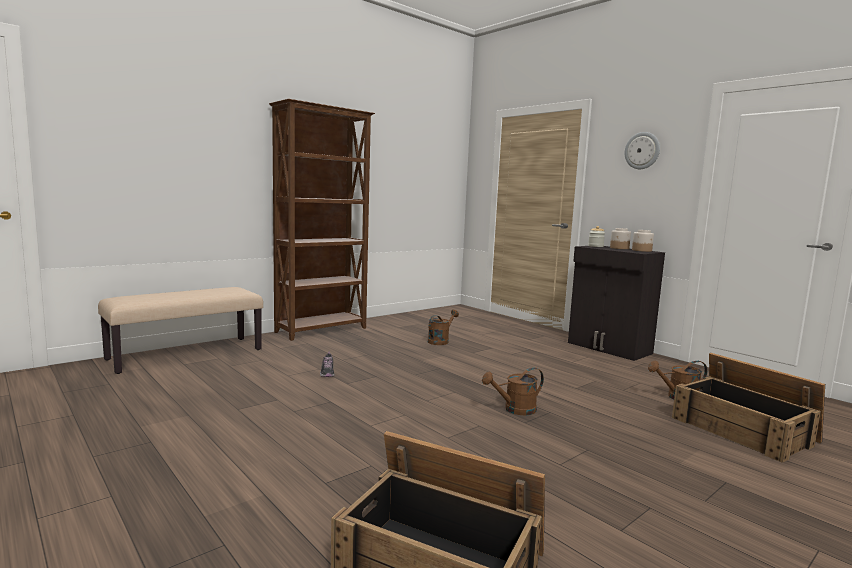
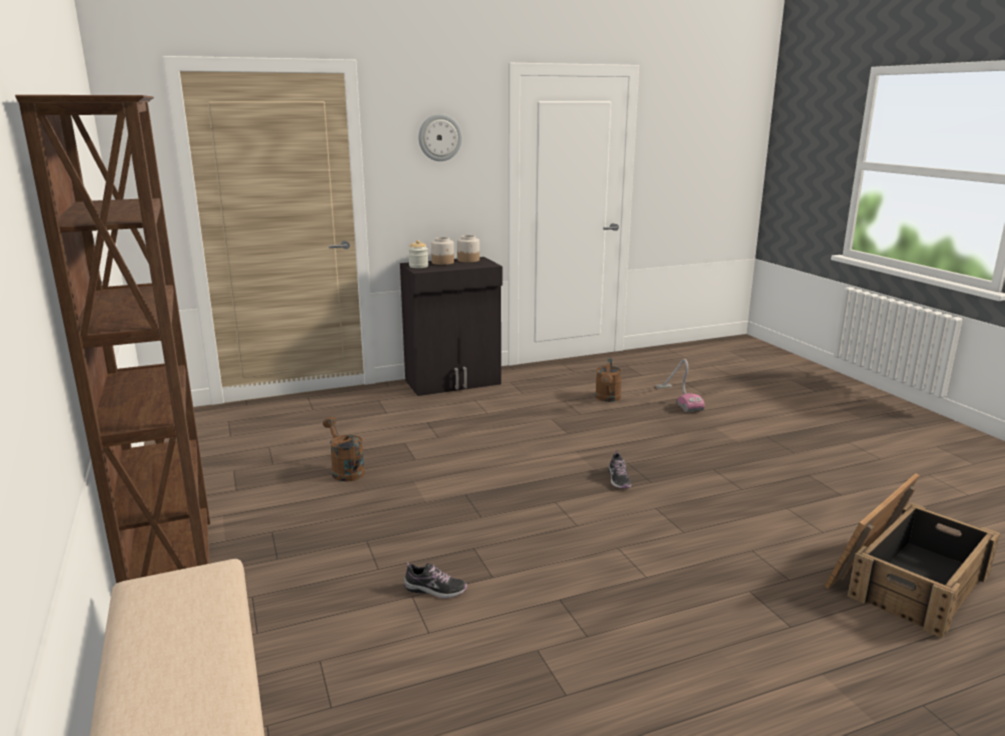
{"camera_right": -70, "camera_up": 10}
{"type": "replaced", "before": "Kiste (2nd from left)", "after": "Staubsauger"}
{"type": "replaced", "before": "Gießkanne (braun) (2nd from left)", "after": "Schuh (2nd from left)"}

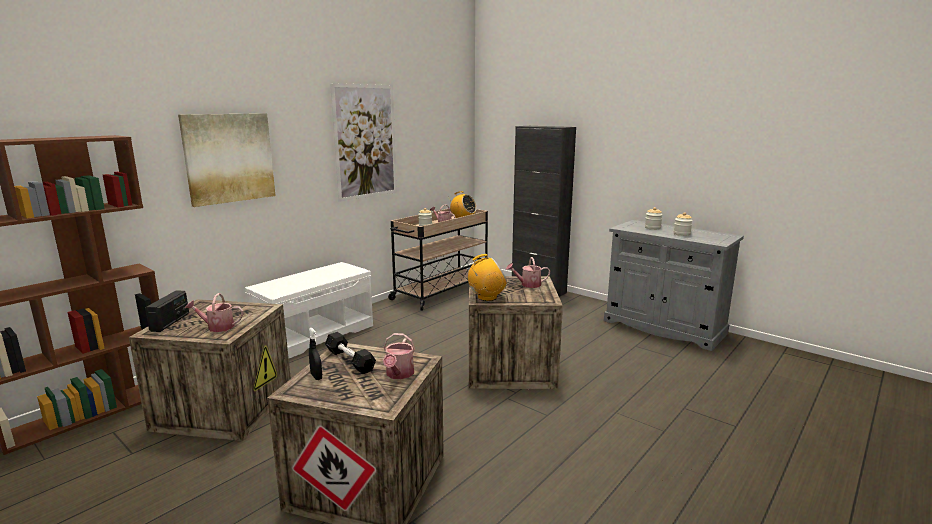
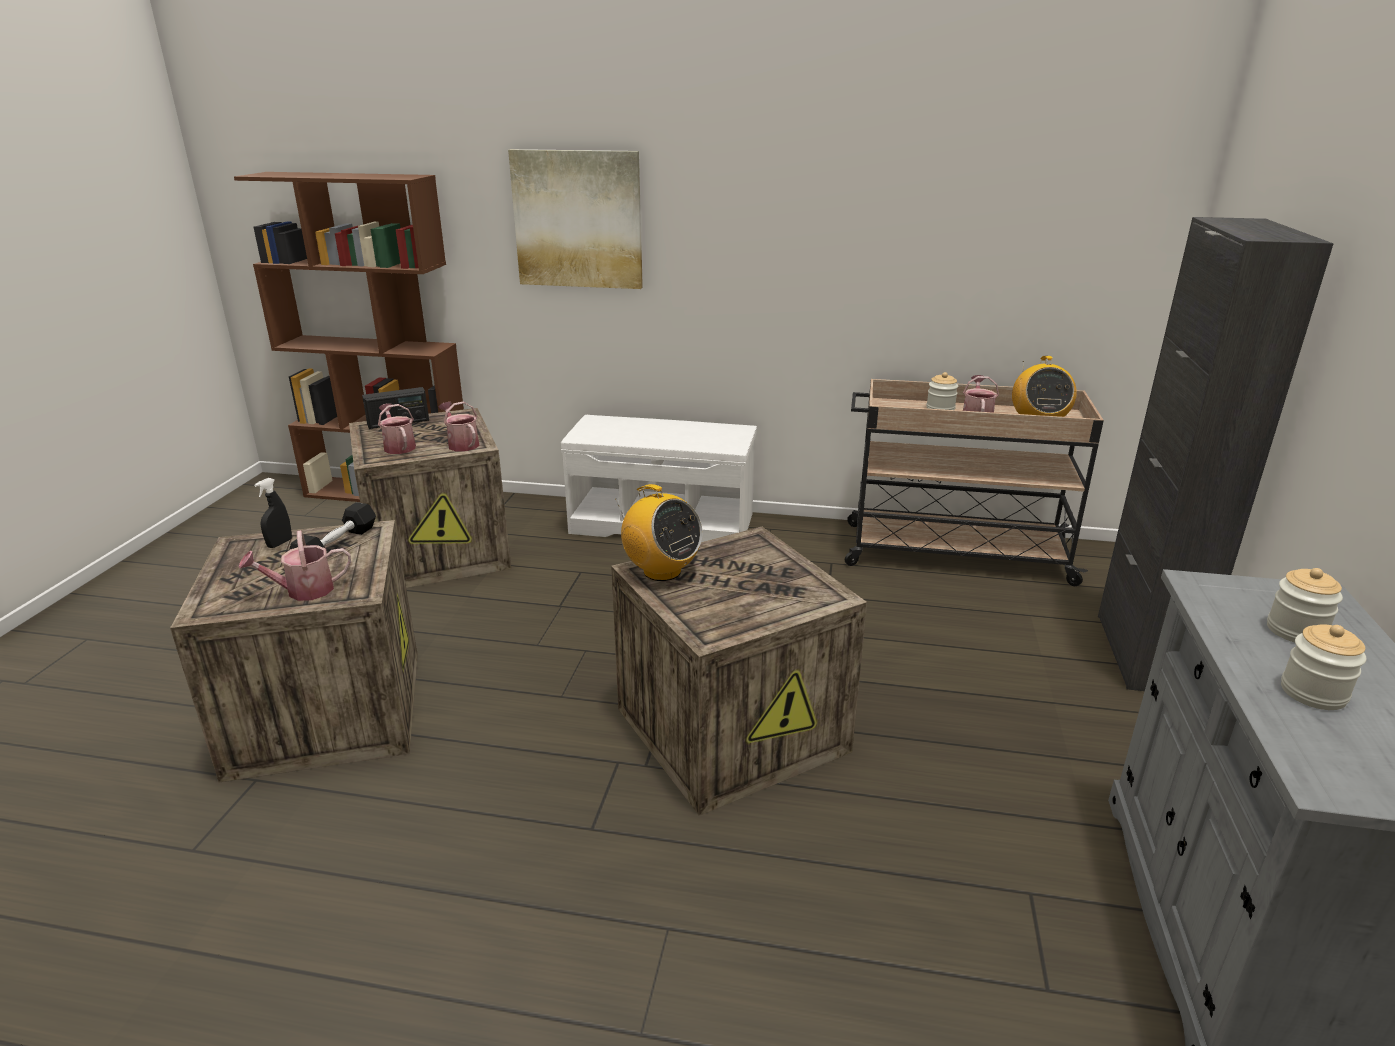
{"camera_right": 60, "camera_up": 10}
{"type": "removed", "before": "Bild (2nd from left)"}
{"type": "moved", "before": "Gießkanne (4th from left in the first image)", "after": "Gießkanne (3rd from left)"}

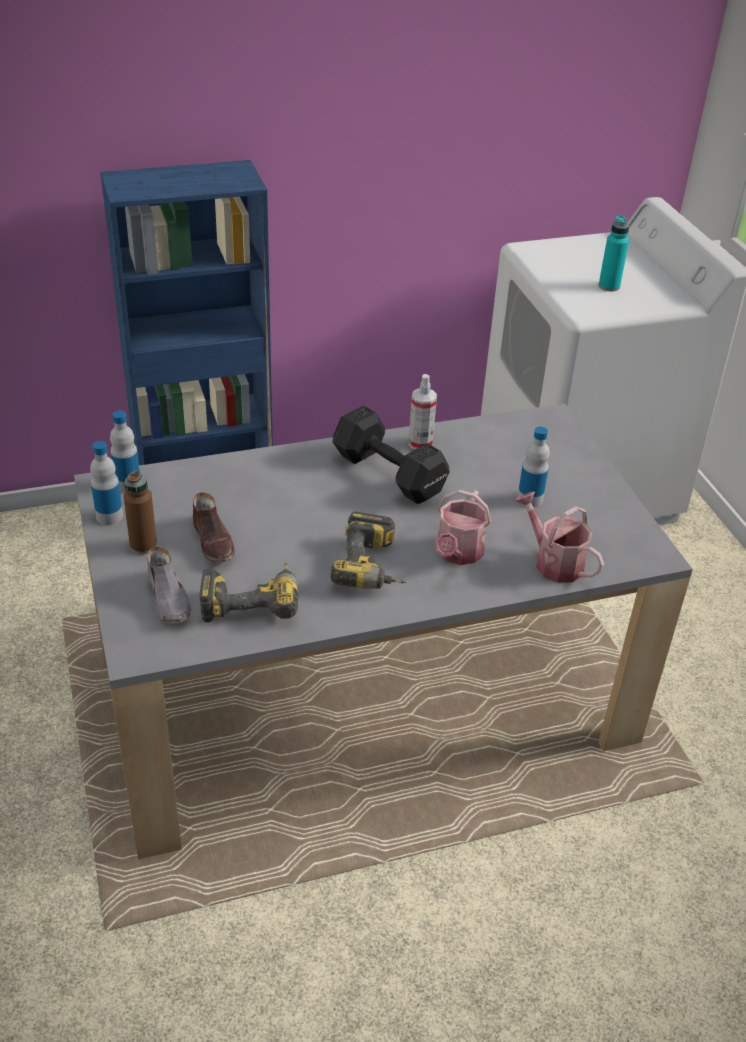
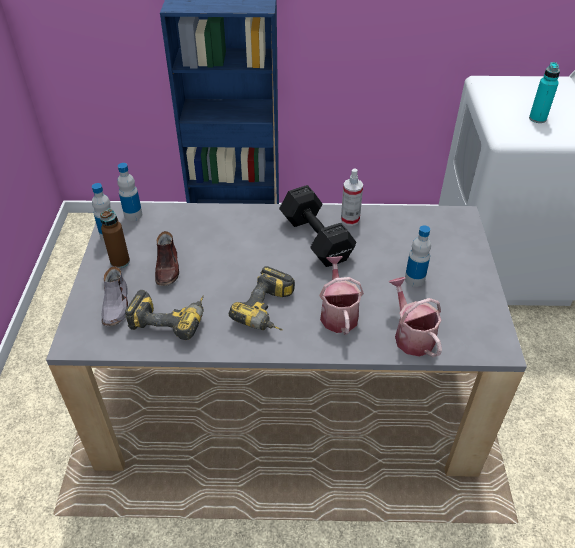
{"camera_right": 20, "camera_up": 5}
{"type": "turned", "before": "Gießkanne (1st from left)", "turn": 135}

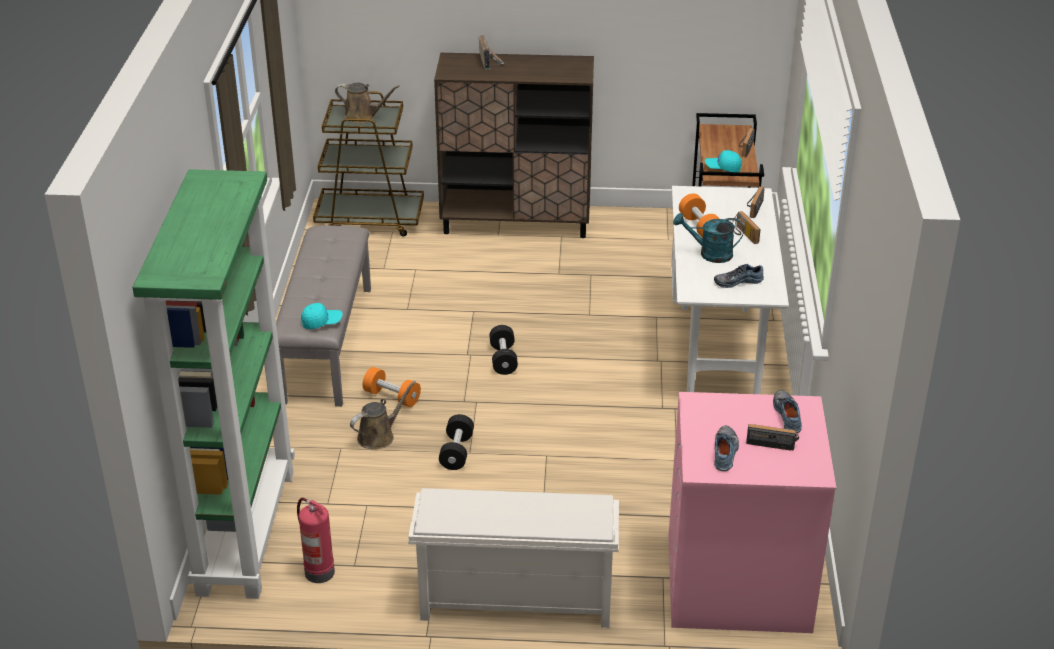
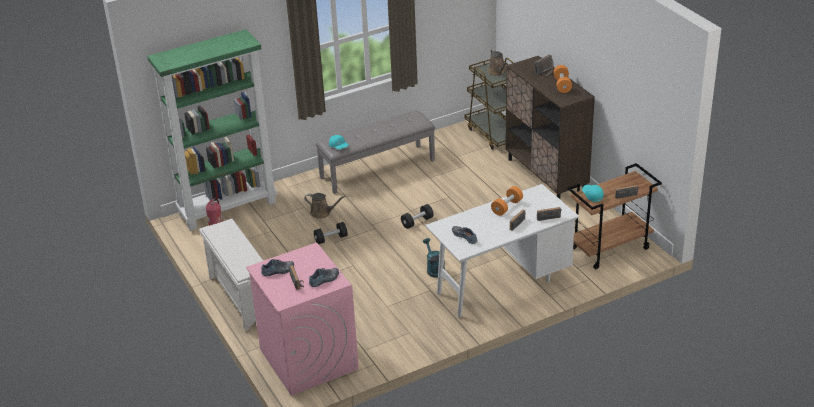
{"camera_right": 60, "camera_up": 0}
{"type": "moved", "before": "Gießkanne (türkis)"}
{"type": "moved", "before": "Hantel (orange) (1st from left in the first image)", "after": "Hantel (orange) (2nd from left)"}

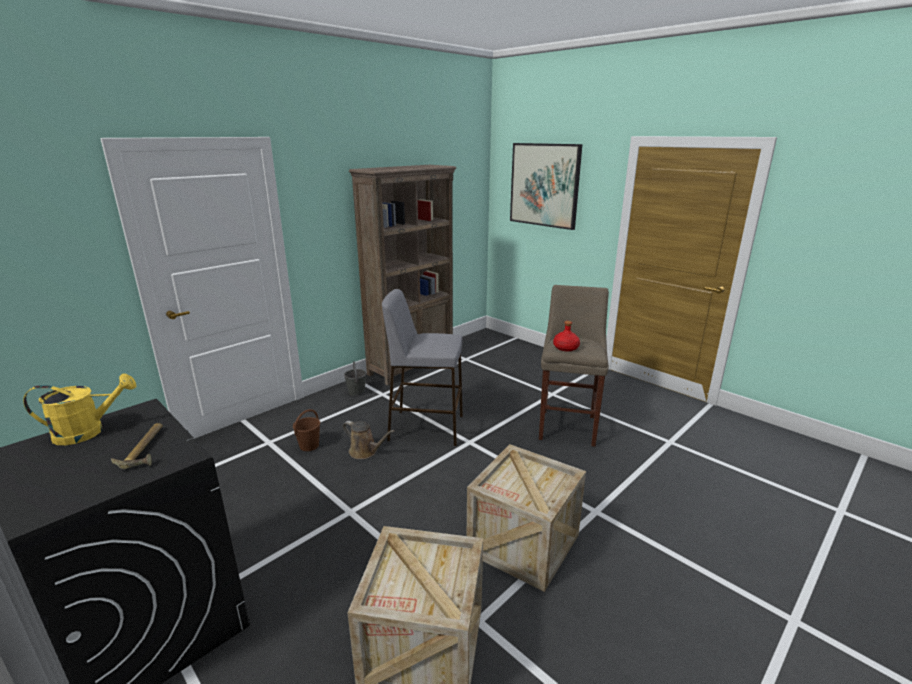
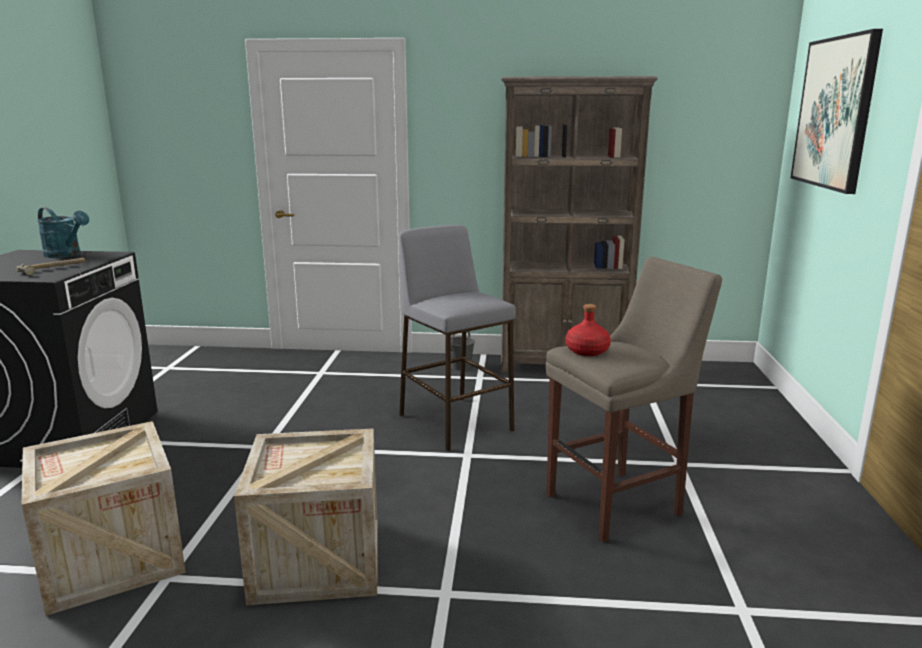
{"camera_right": 50, "camera_up": -5}
{"type": "recoloured", "before": "Gießkanne (gelb)", "after": "Gießkanne (türkis)"}
{"type": "removed", "before": "Eimer (braun)"}
{"type": "removed", "before": "Gießkanne (braun)"}

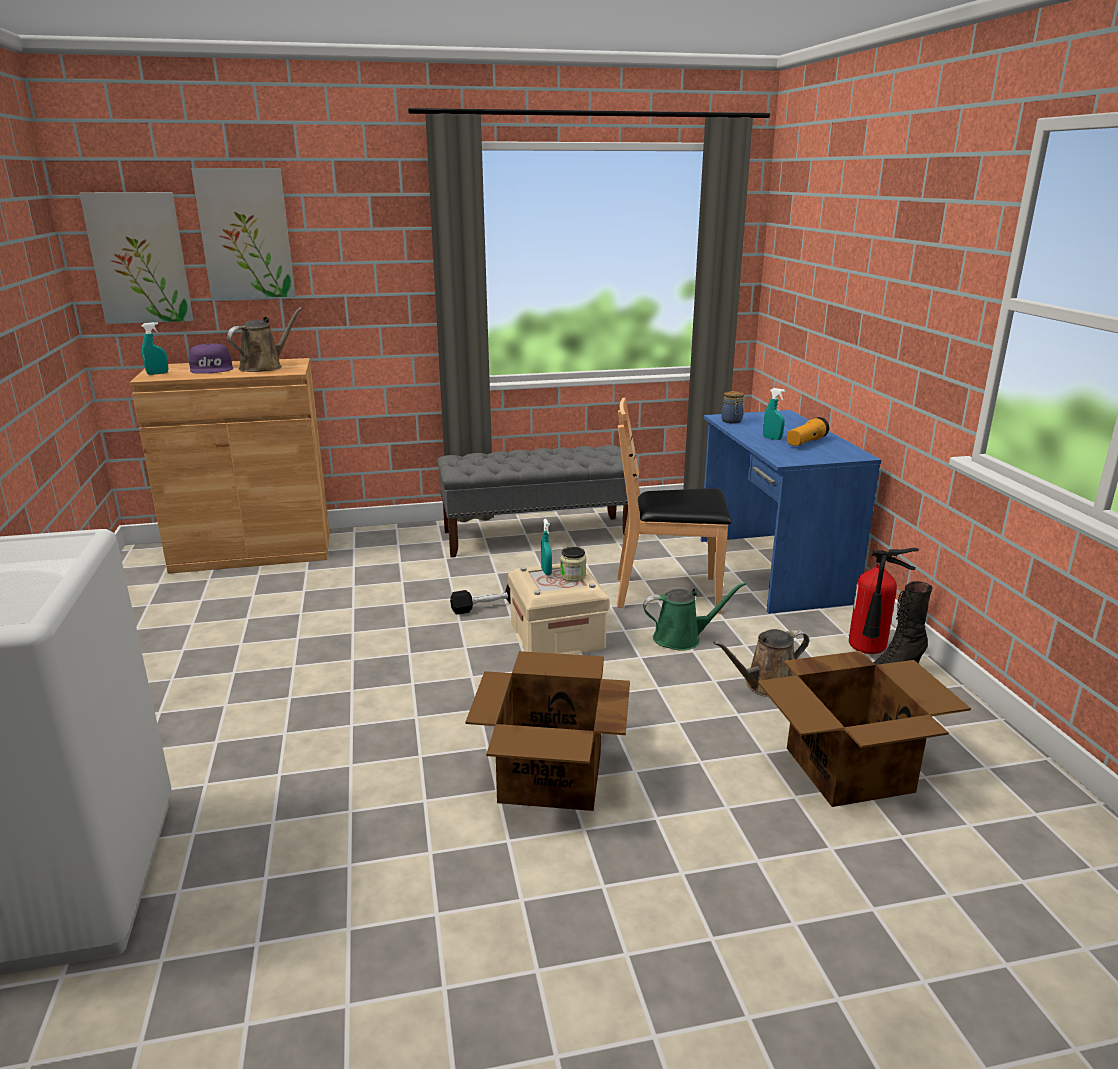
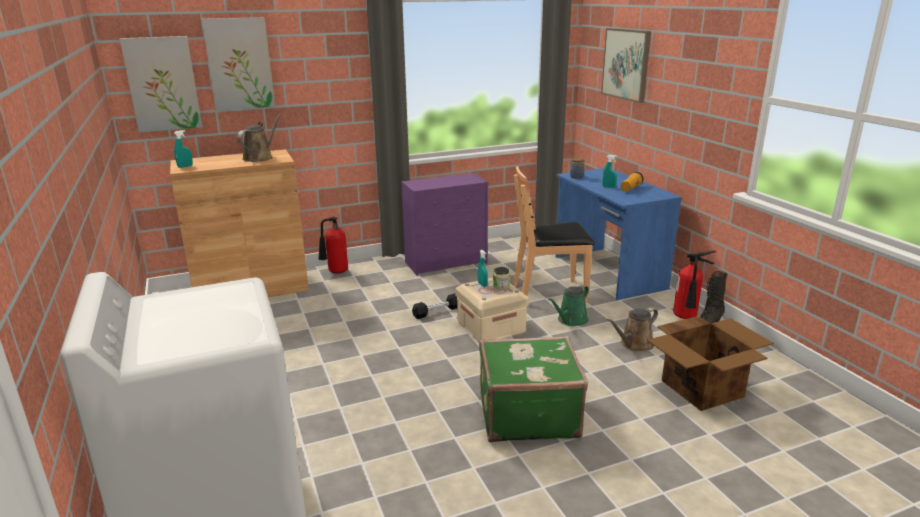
{"camera_right": -10, "camera_up": 0}
{"type": "removed", "before": "Kappe (lila)"}
{"type": "replaced", "before": "Bank (grau)", "after": "Kommode (lila)"}
{"type": "turned", "before": "Gießkanne (grün)", "turn": 150}
{"type": "replaced", "before": "Karton (1st from left)", "after": "Koffer (grün)"}
{"type": "added", "after": "Bild (3rd from left)"}
{"type": "added", "after": "Feuerlöscher (1st from left)"}

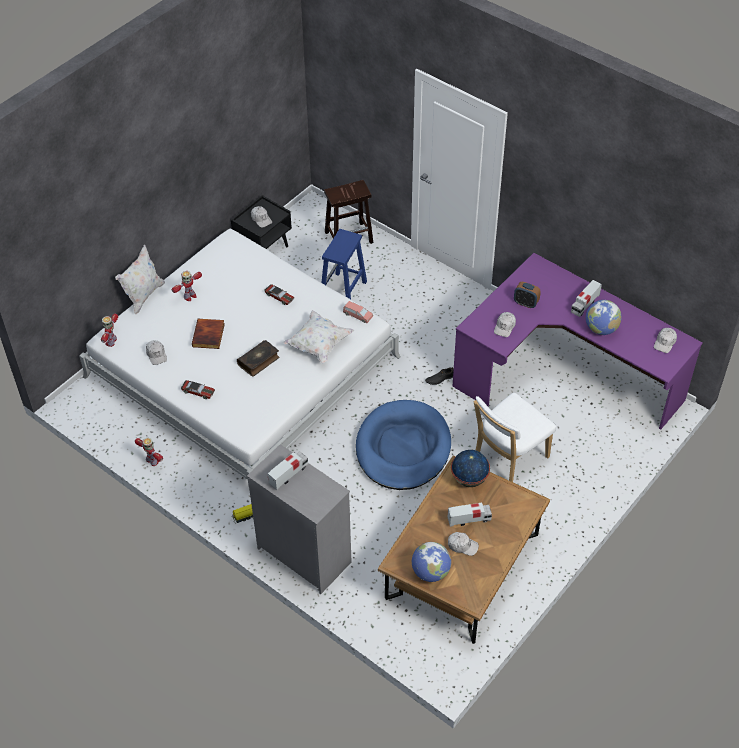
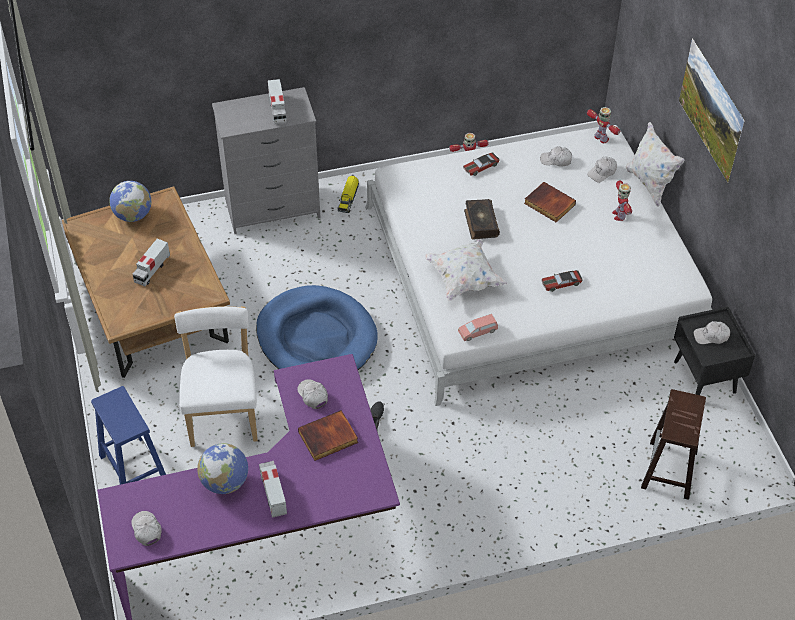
{"camera_right": 125, "camera_up": 0}
{"type": "moved", "before": "Hocker (blau)"}
{"type": "replaced", "before": "Wecker", "after": "Buch (1st from left)"}
{"type": "removed", "before": "Globus (2nd from left)"}
{"type": "moved", "before": "Kappe (weiß) (3rd from left in the first image)", "after": "Kappe (weiß) (4th from left)"}
{"type": "added", "after": "Bild"}

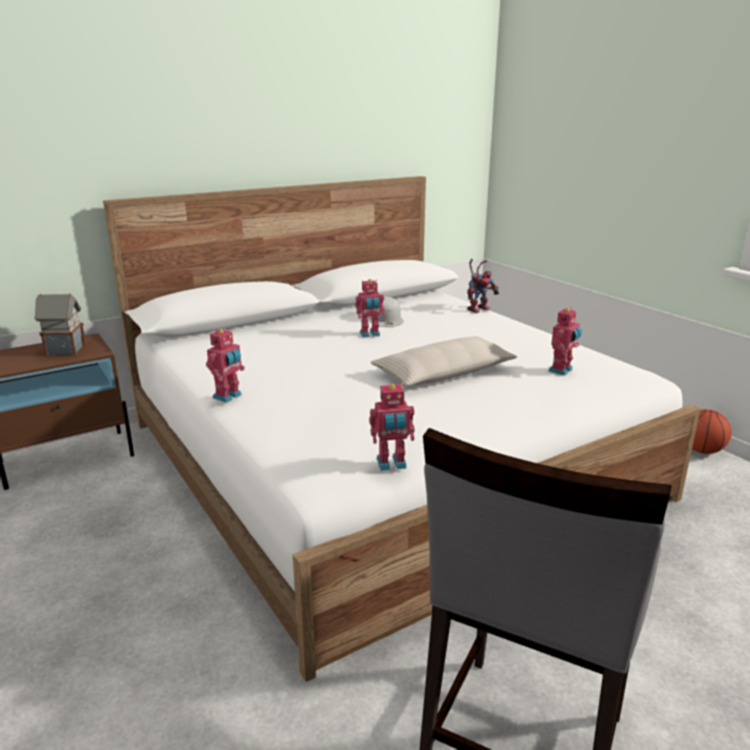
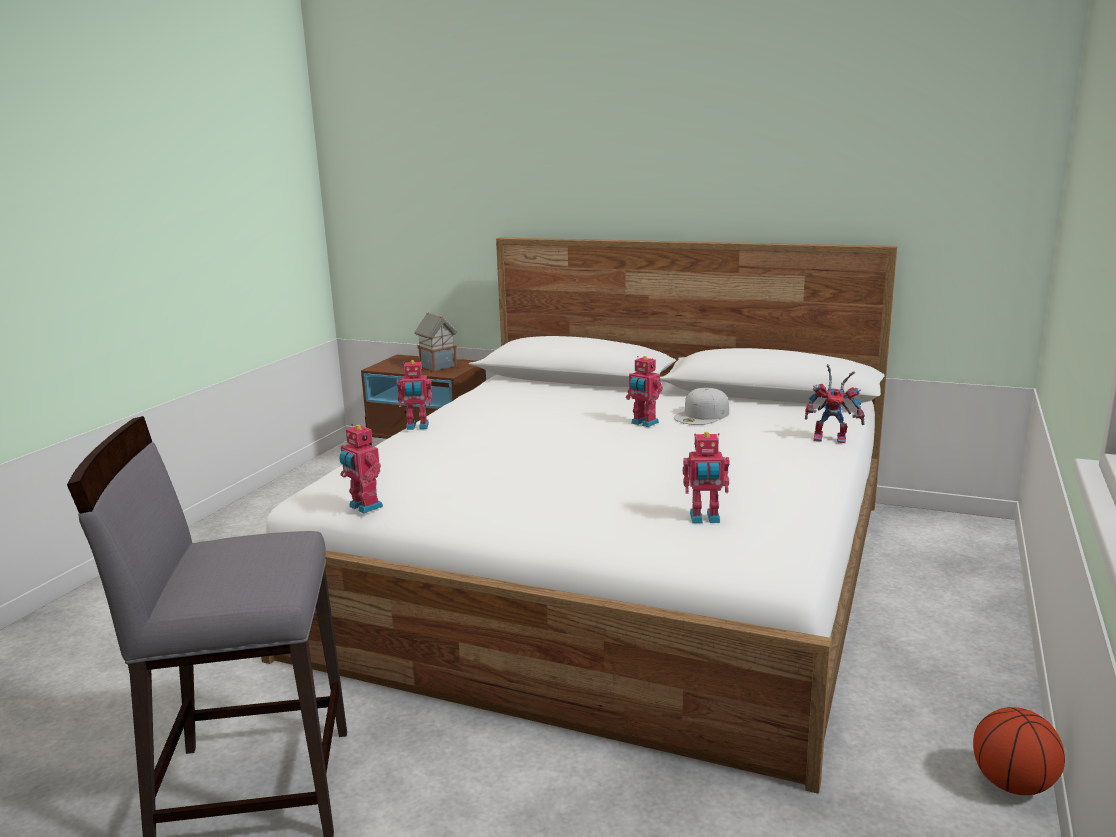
{"camera_right": 55, "camera_up": -5}
{"type": "removed", "before": "Kissen (beige)"}

